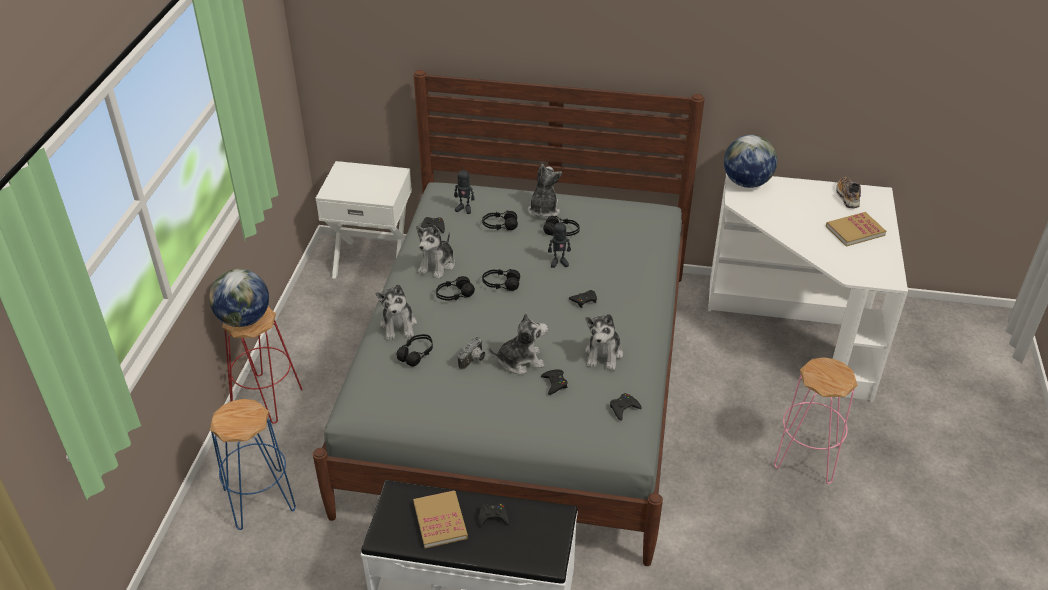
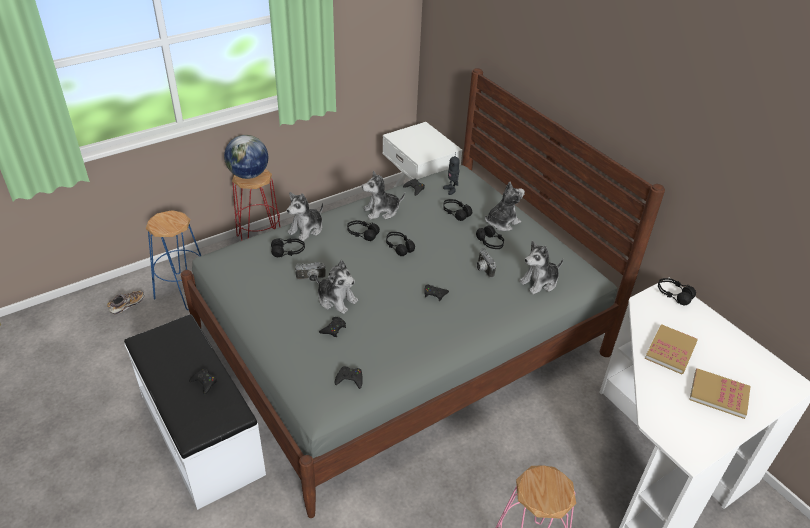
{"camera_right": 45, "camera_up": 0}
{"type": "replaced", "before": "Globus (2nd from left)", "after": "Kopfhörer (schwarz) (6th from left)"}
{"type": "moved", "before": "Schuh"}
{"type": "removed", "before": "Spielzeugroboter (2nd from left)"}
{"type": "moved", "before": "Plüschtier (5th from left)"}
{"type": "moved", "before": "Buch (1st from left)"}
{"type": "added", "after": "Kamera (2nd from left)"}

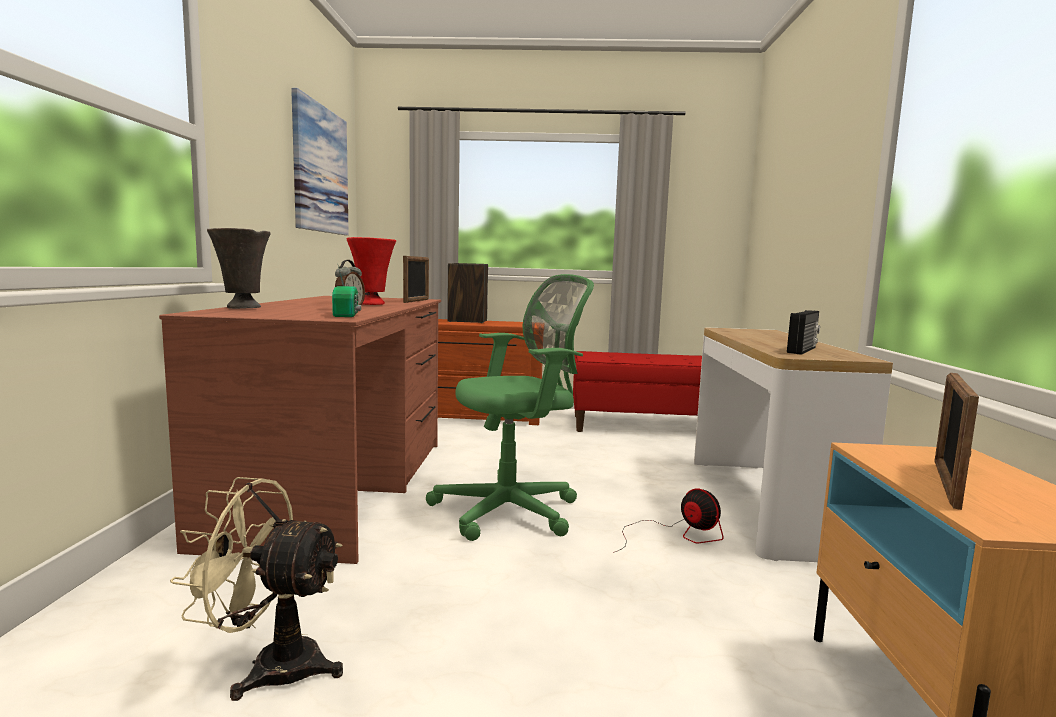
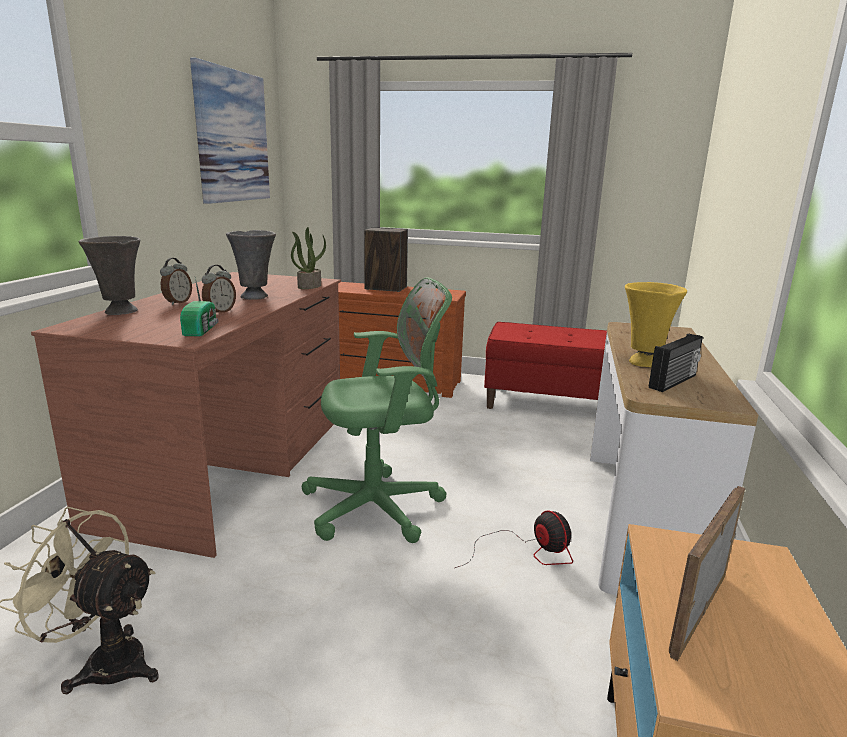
{"camera_right": 10, "camera_up": 10}
{"type": "recoloured", "before": "Vase (rot)", "after": "Vase (grau) (2nd from left)"}
{"type": "replaced", "before": "Bilderrahmen (1st from left)", "after": "Topfpflanze"}
{"type": "added", "after": "Wecker (1st from left)"}
{"type": "added", "after": "Vase (gelb)"}

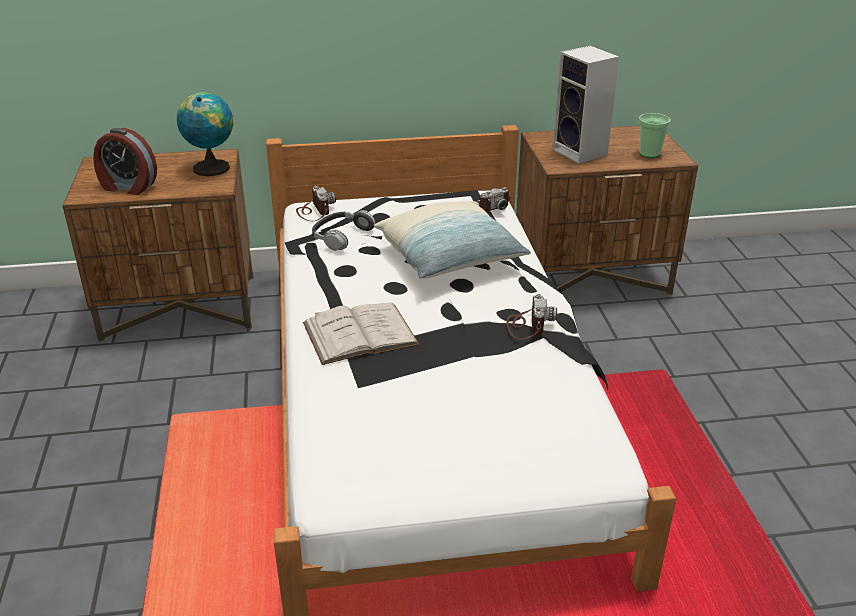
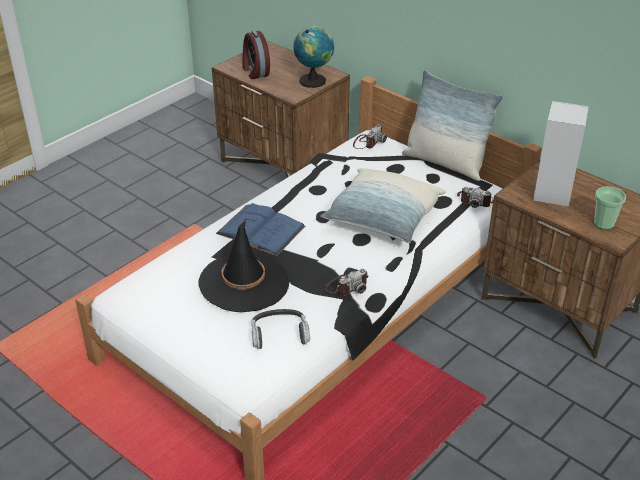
{"camera_right": 50, "camera_up": 5}
{"type": "moved", "before": "Kopfhörer"}
{"type": "recoloured", "before": "Buch (weiß)", "after": "Buch (blau)"}
{"type": "added", "after": "Kissen (2nd from left)"}
{"type": "added", "after": "Hut (schwarz)"}

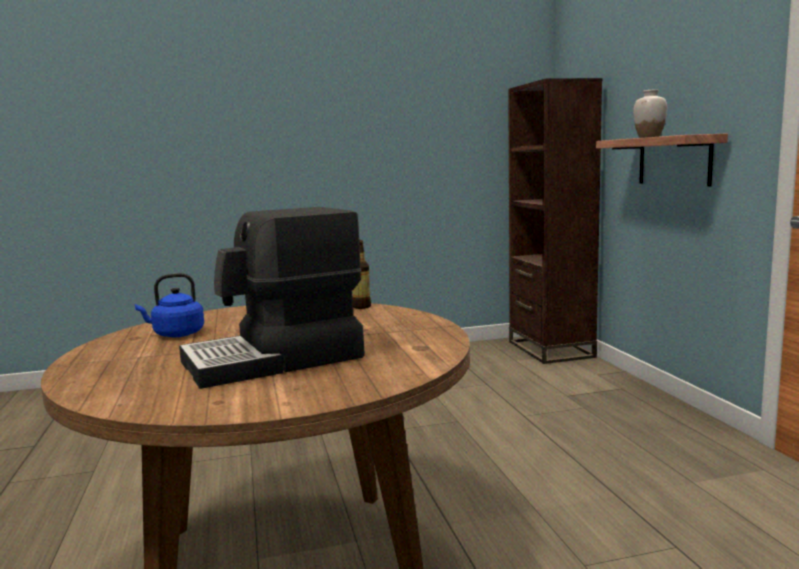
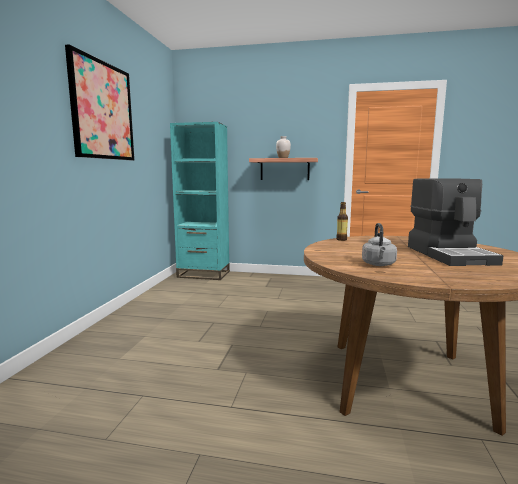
{"camera_right": -65, "camera_up": 0}
{"type": "recoloured", "before": "Bücherregal (braun)", "after": "Bücherregal (türkis)"}
{"type": "recoloured", "before": "Wasserkessel (blau)", "after": "Wasserkessel (grau)"}
{"type": "added", "after": "Bild"}

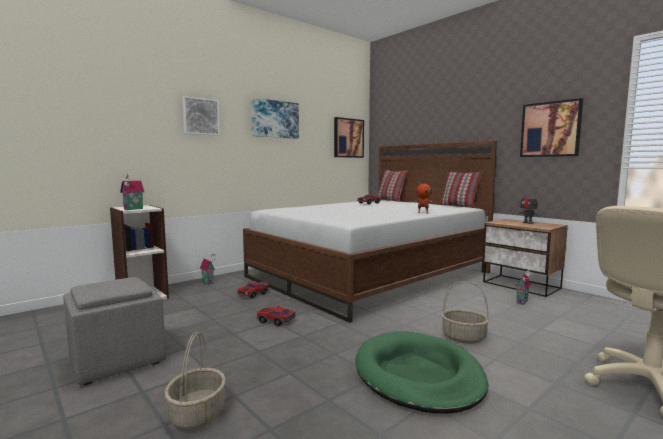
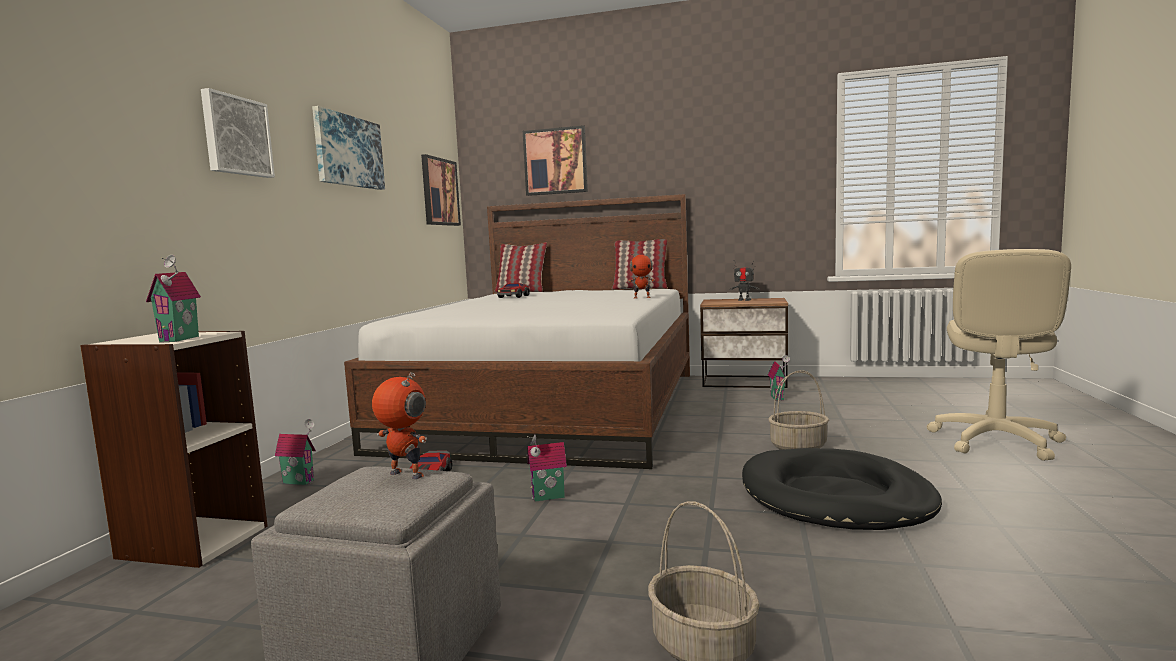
{"camera_right": -35, "camera_up": 0}
{"type": "moved", "before": "Bild (4th from left)"}
{"type": "replaced", "before": "Spielzeugauto (2nd from left)", "after": "Spielzeughaus (3rd from left)"}
{"type": "recoloured", "before": "Hundebett (grün)", "after": "Hundebett (schwarz)"}
{"type": "added", "after": "Spielzeugroboter (1st from left)"}

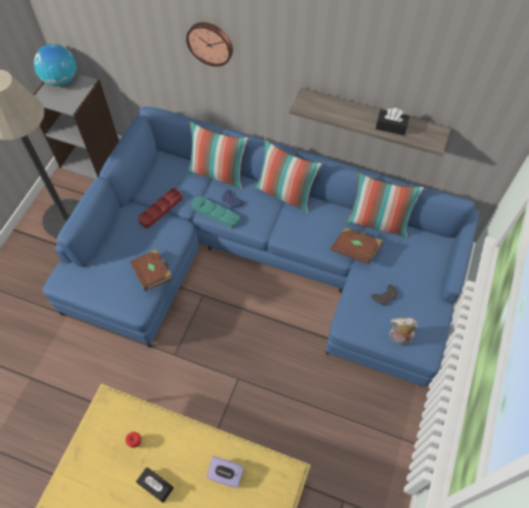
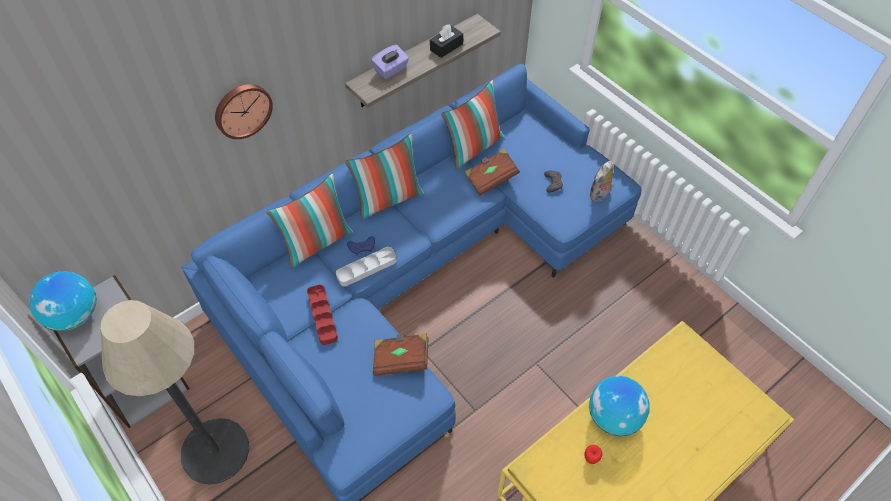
{"camera_right": -60, "camera_up": -5}
{"type": "recoloured", "before": "Tablett (türkis)", "after": "Tablett (grau)"}
{"type": "moved", "before": "Taschentuchbox (lila)"}
{"type": "removed", "before": "Taschentuchbox (schwarz) (1st from left)"}
{"type": "added", "after": "Globus (2nd from left)"}

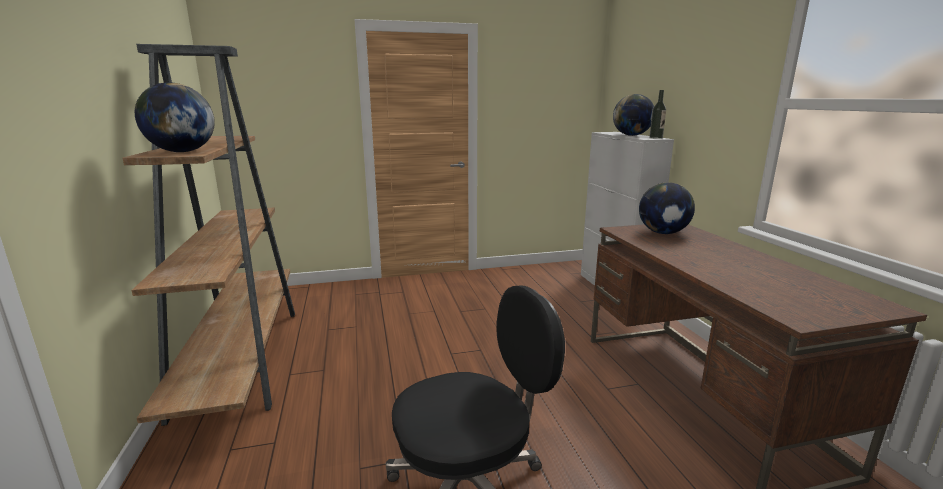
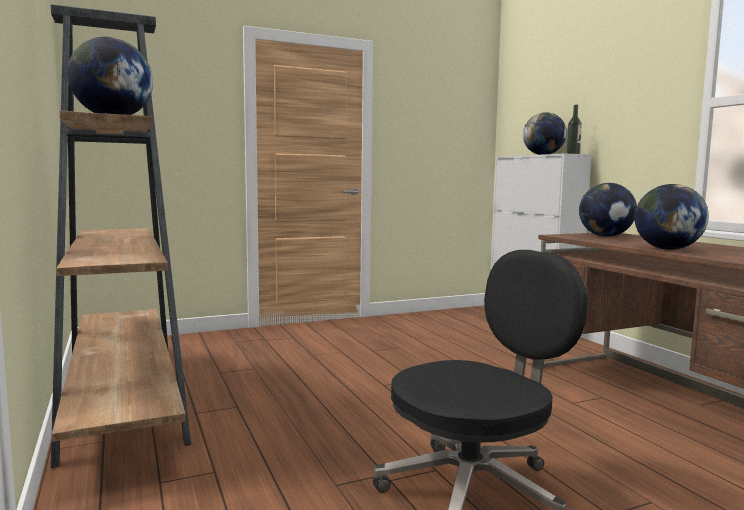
{"camera_right": -10, "camera_up": -10}
{"type": "added", "after": "Globus (4th from left)"}

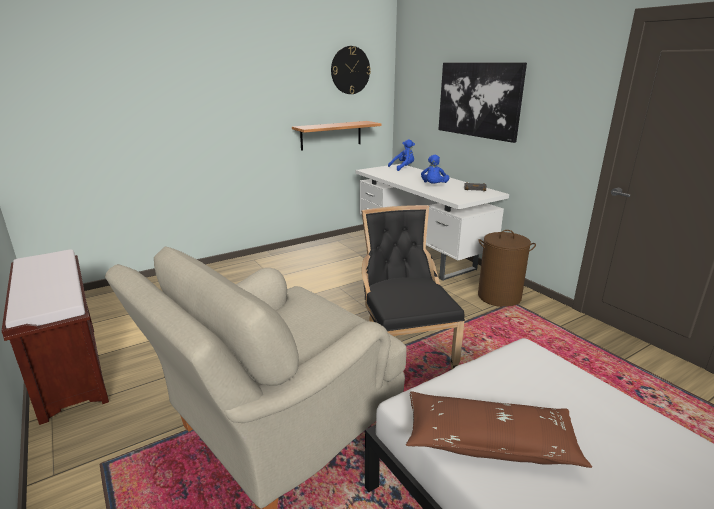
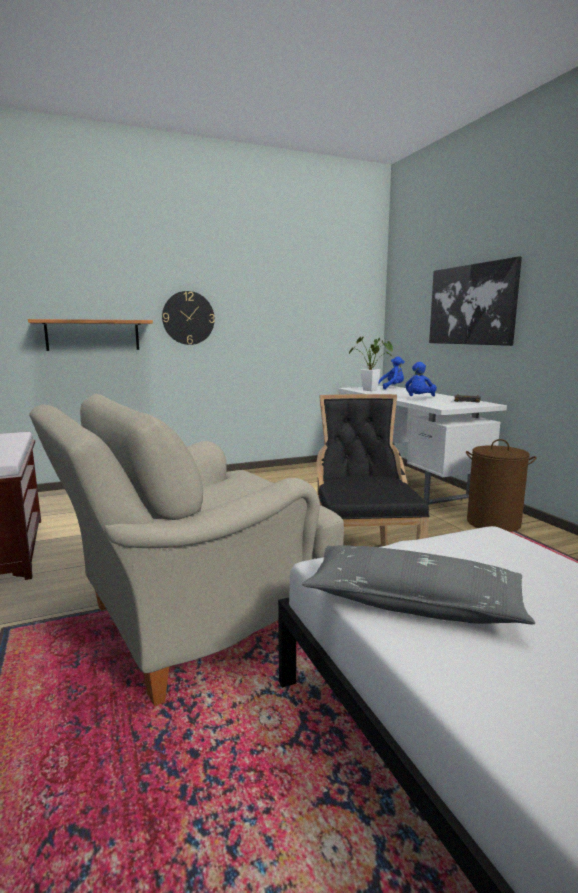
{"camera_right": 10, "camera_up": -10}
{"type": "moved", "before": "Wanduhr"}
{"type": "moved", "before": "Wandregal"}
{"type": "recoloured", "before": "Kissen (braun)", "after": "Kissen (grau)"}
{"type": "added", "after": "Topfpflanze"}

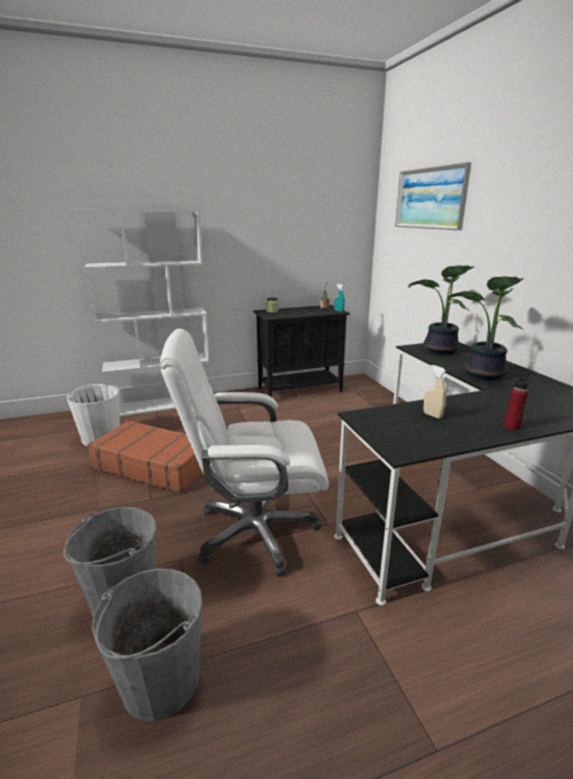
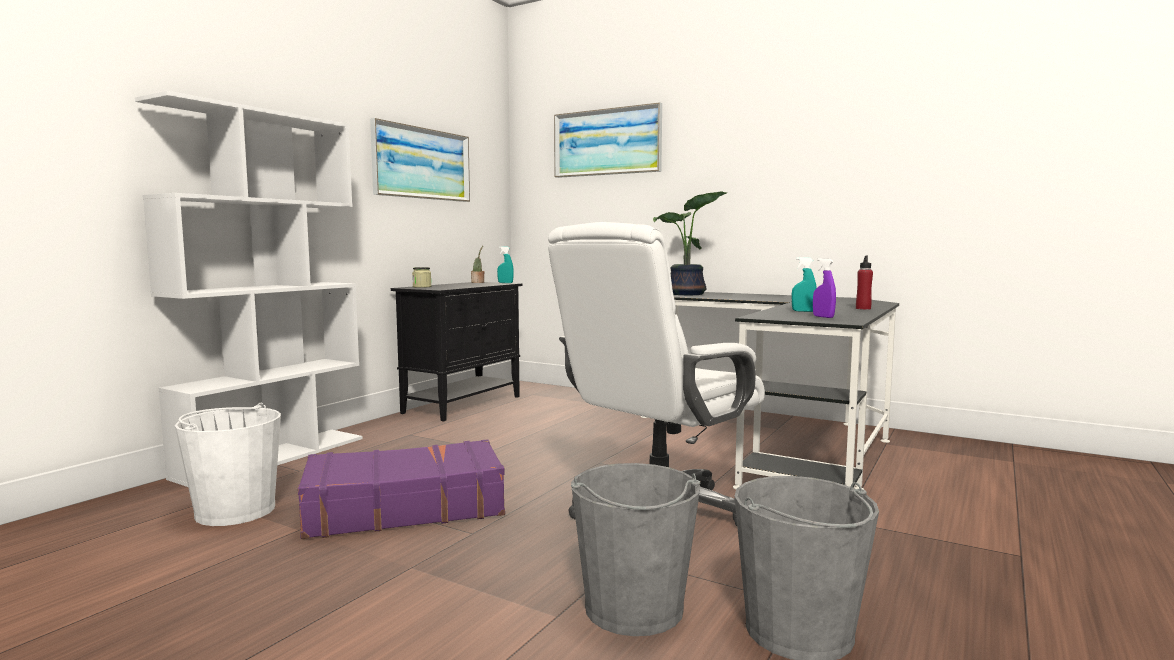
{"camera_right": -40, "camera_up": -15}
{"type": "removed", "before": "Topfpflanze (3rd from left)"}
{"type": "recoloured", "before": "Sprühflasche (beige)", "after": "Sprühflasche (türkis) (2nd from left)"}
{"type": "recoloured", "before": "Koffer (braun)", "after": "Koffer (lila)"}
{"type": "added", "after": "Bild (1st from left)"}
{"type": "added", "after": "Sprühflasche (lila)"}

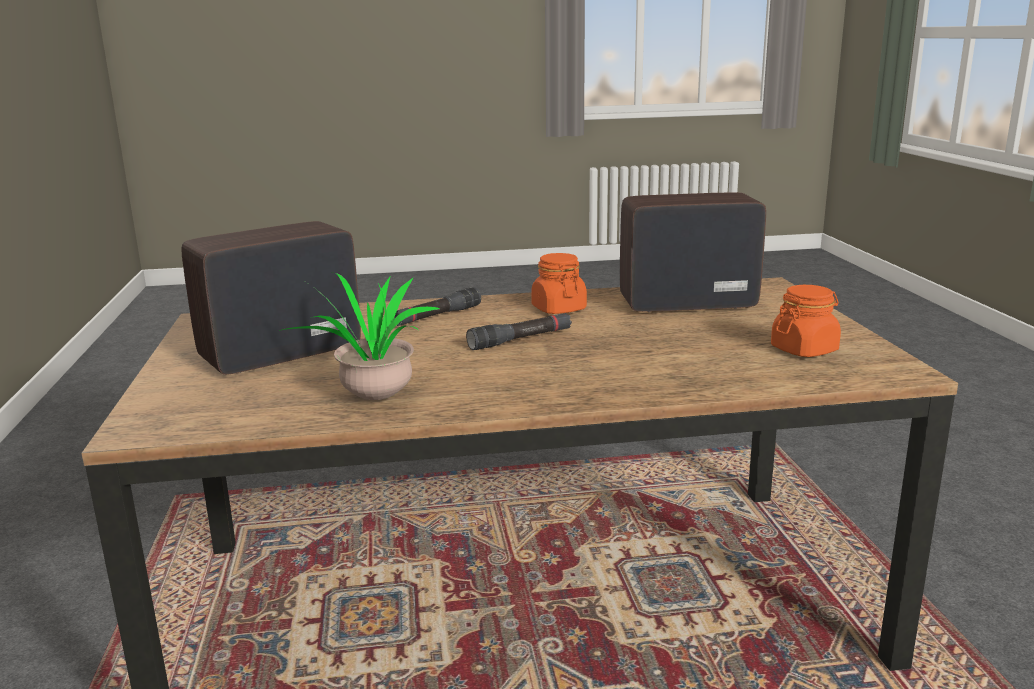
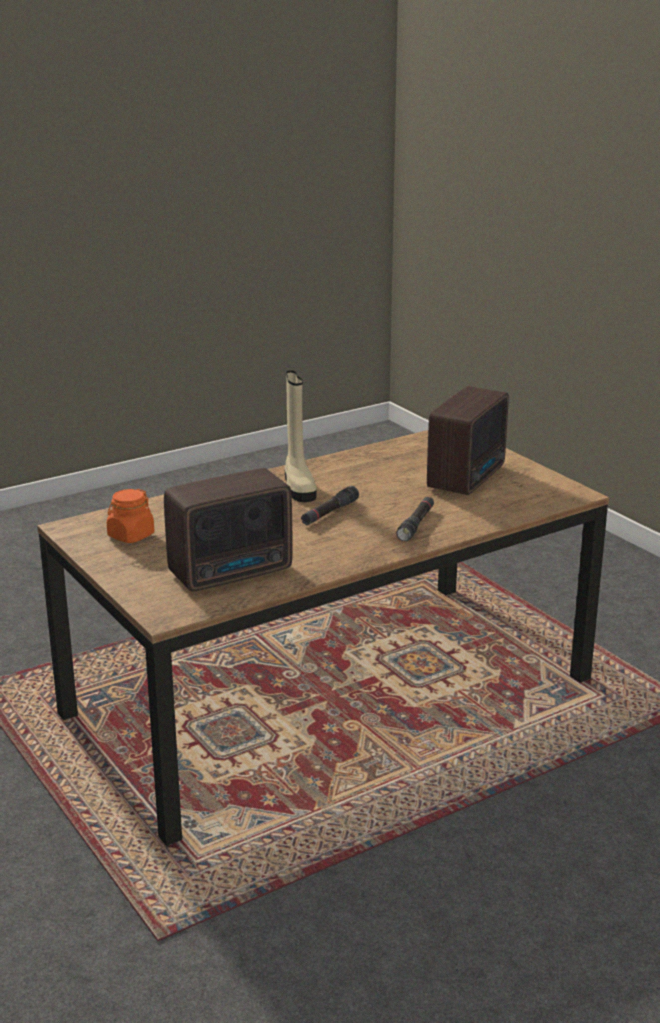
{"camera_right": 155, "camera_up": 5}
{"type": "removed", "before": "Vorratsglas (orange) (1st from left)"}
{"type": "removed", "before": "Topfpflanze"}
{"type": "added", "after": "Stiefel (beige)"}

